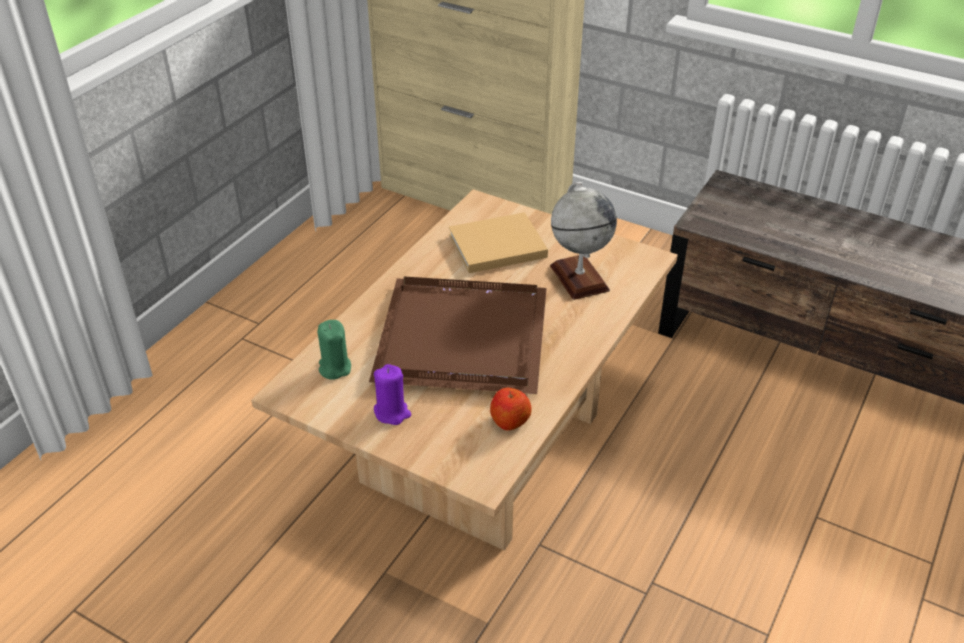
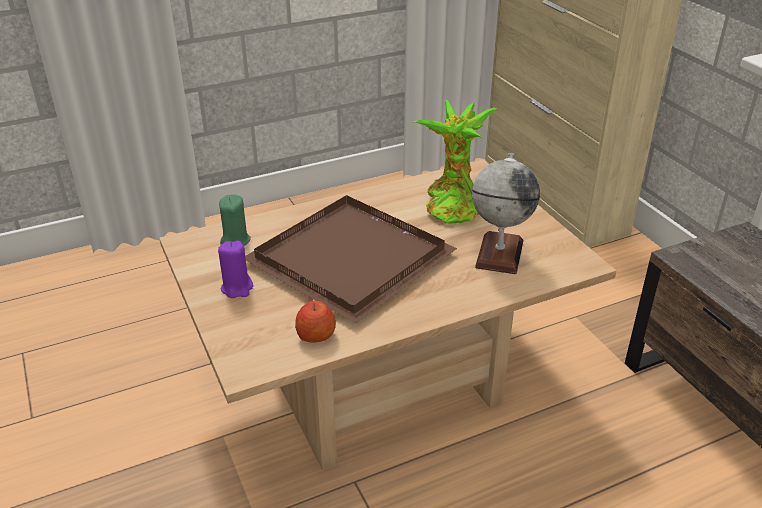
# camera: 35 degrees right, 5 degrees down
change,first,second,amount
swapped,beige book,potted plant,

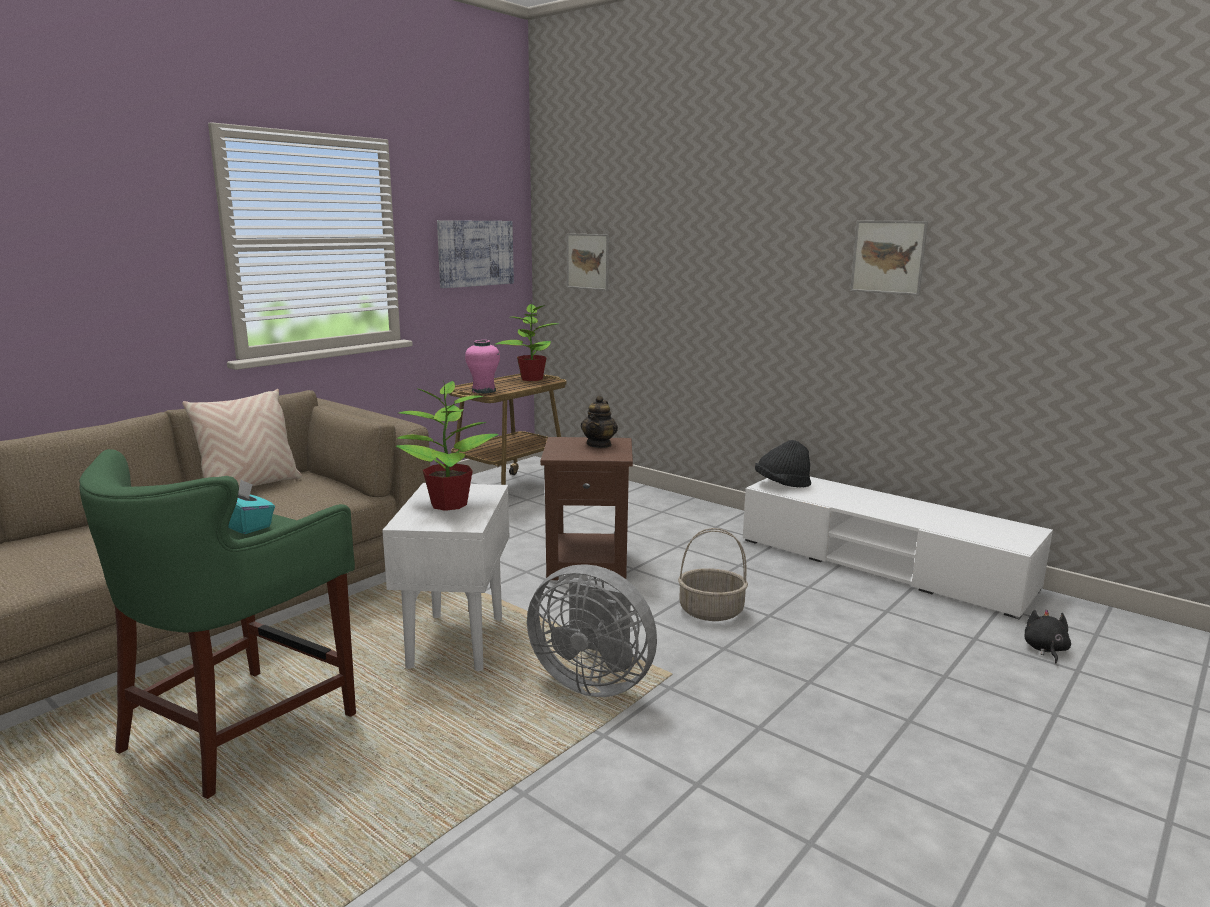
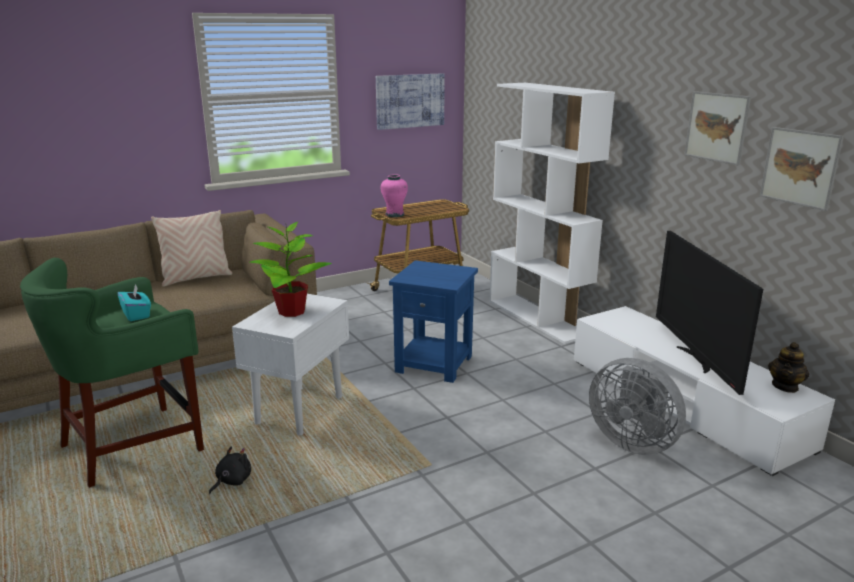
# camera: 20 degrees right, 5 degrees up
change,first,second,amount
shifted,picture (no. 2 from left in the first image),picture (no. 3 from left),
gone,potted plant (no. 2 from left),,
shifted,teapot,,
repainted,brown side table,blue side table,
gone,black hat,,
gone,basket,,
shifted,grey fan,,
shifted,black plush toy,,
new,,white bookcase,
new,,television,

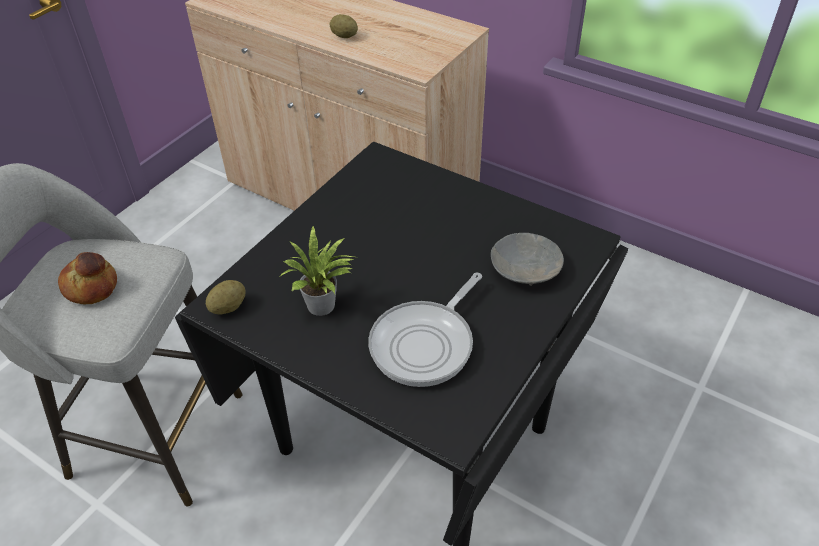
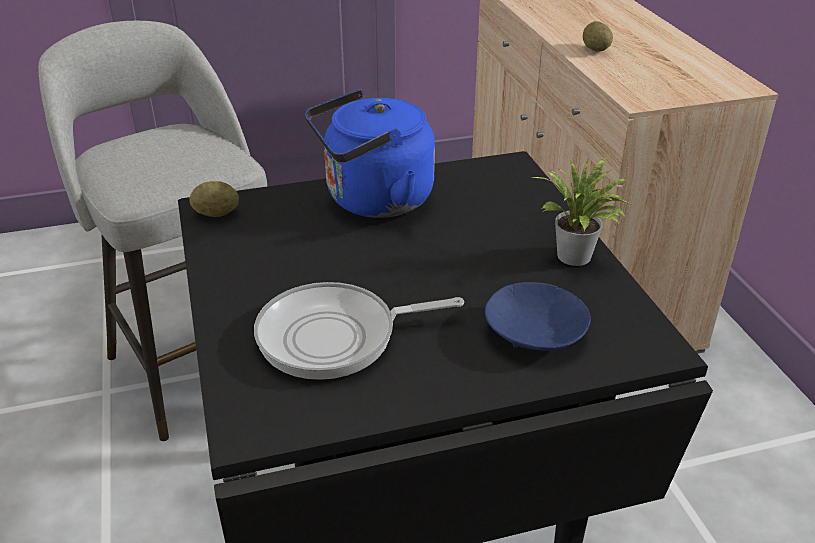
# camera: 40 degrees right, 10 degrees down
change,first,second,amount
shifted,potted plant,,
repainted,grey bowl,blue bowl,
gone,bread,,
new,,blue kettle,

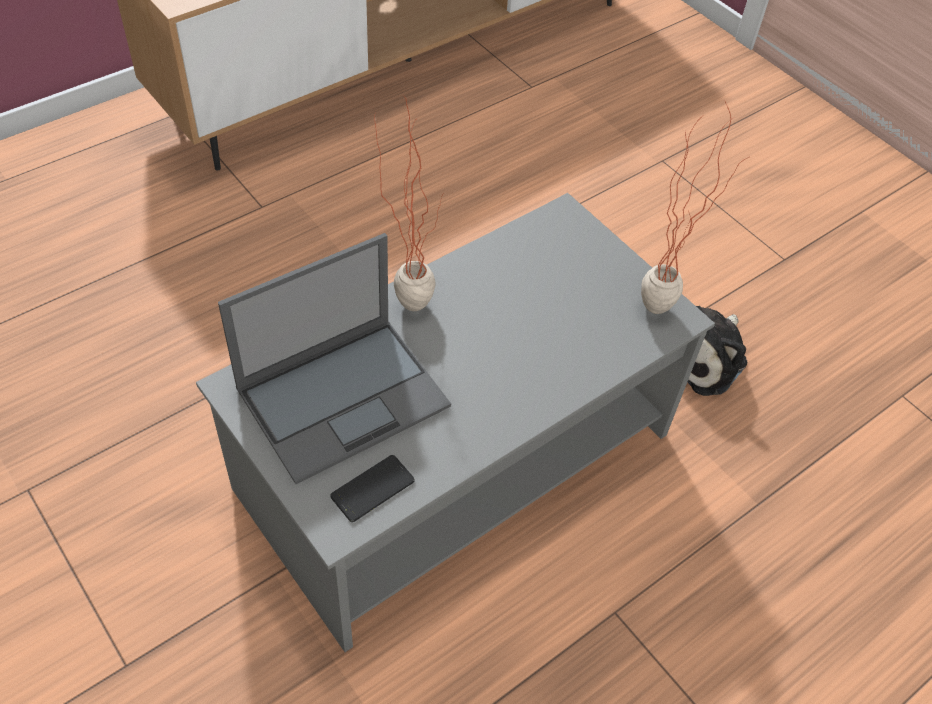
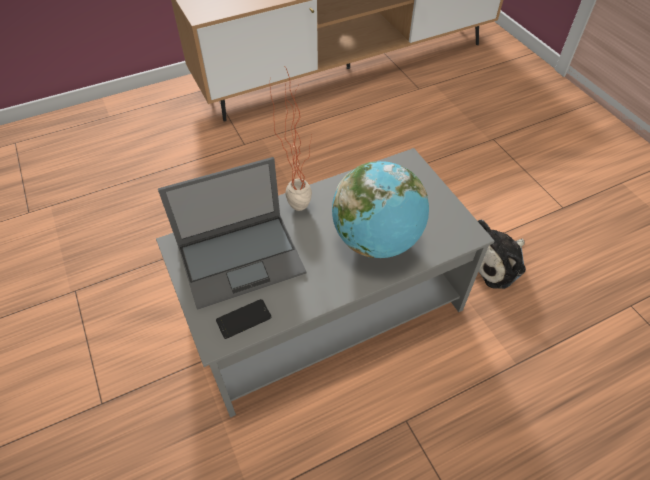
# camera: 15 degrees right, 0 degrees up
change,first,second,amount
gone,potted plant (no. 2 from left),,
new,,globe,

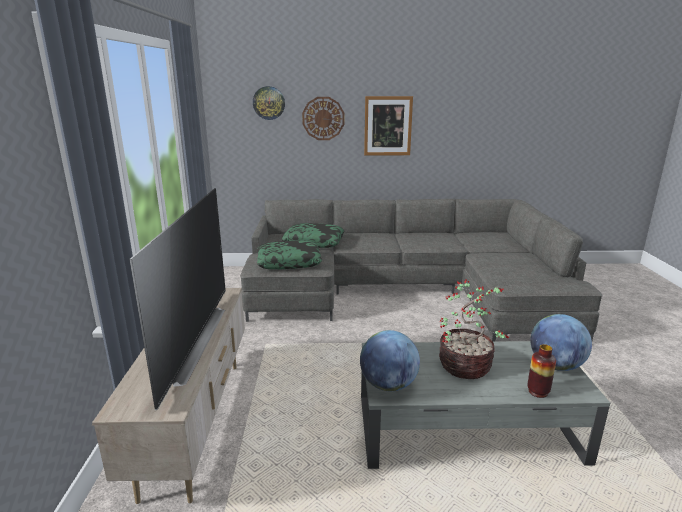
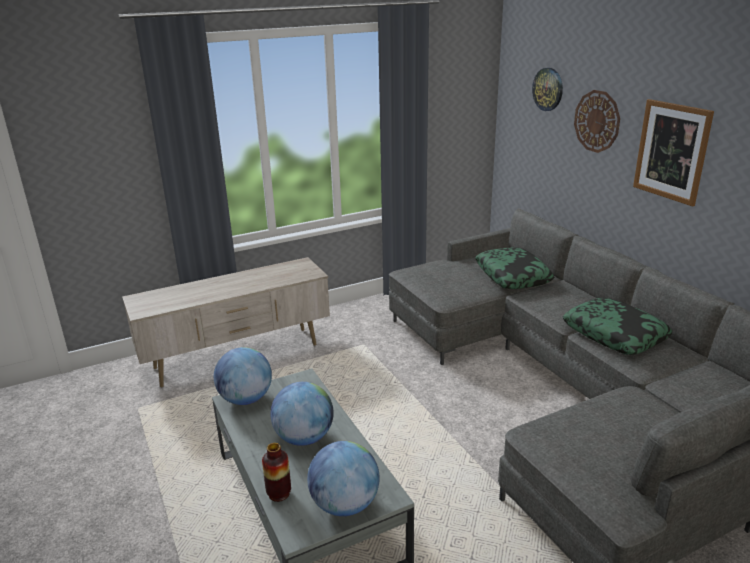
# camera: 65 degrees right, 5 degrees up
change,first,second,amount
gone,television,,
shifted,pillow (no. 1 from left in the first image),pillow (no. 2 from left),
swapped,potted plant,globe (no. 2 from left),

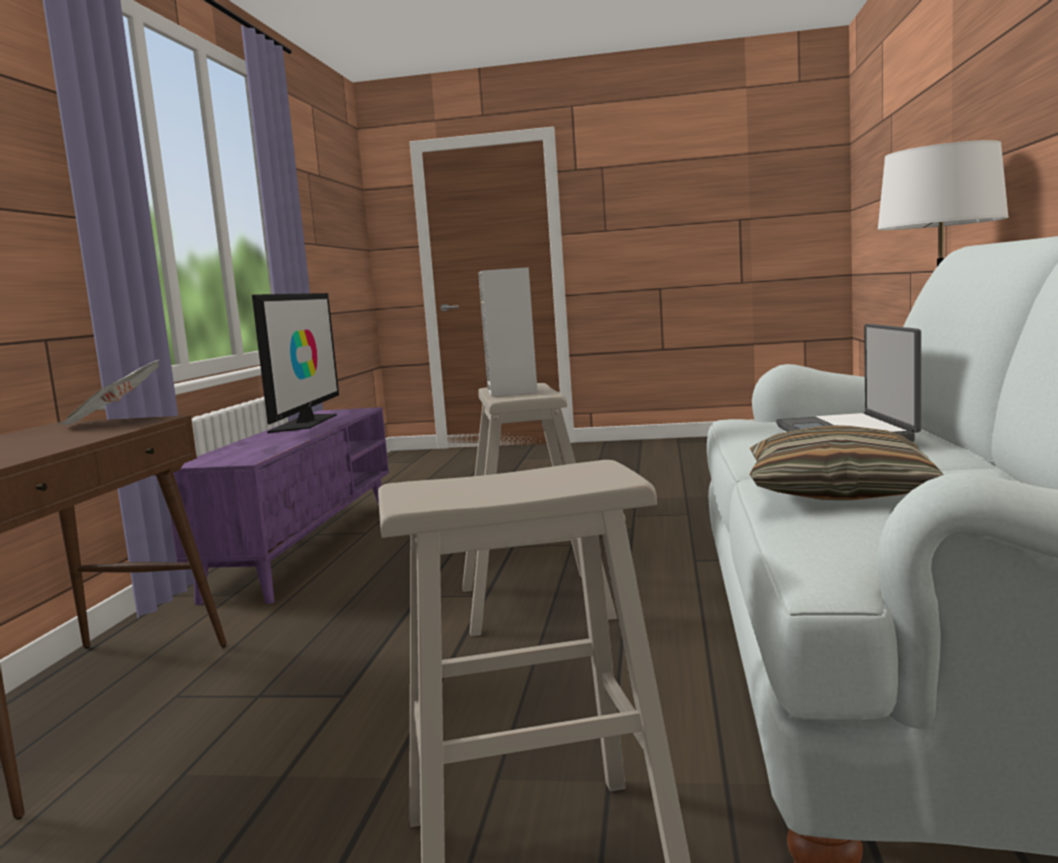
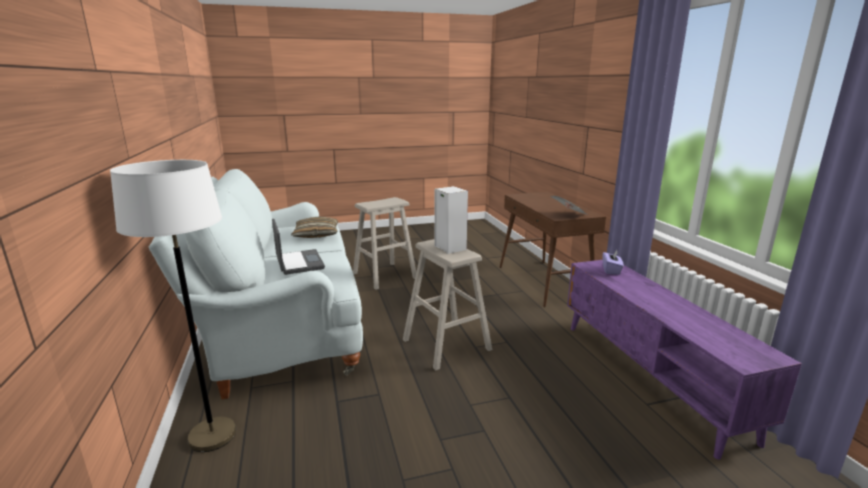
# camera: 155 degrees right, 10 degrees up
change,first,second,amount
gone,television,,
new,,purple tissue box,

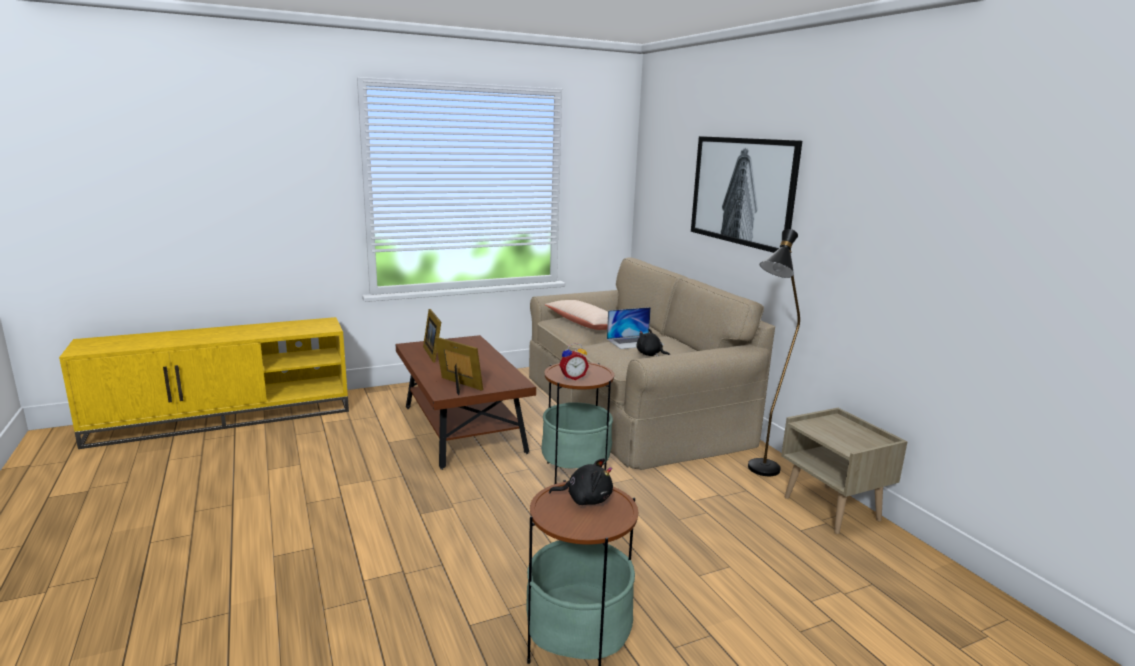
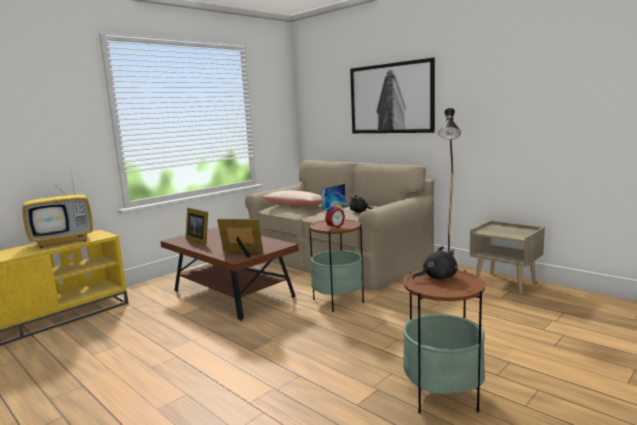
# camera: 20 degrees left, 5 degrees down
change,first,second,amount
new,,television,

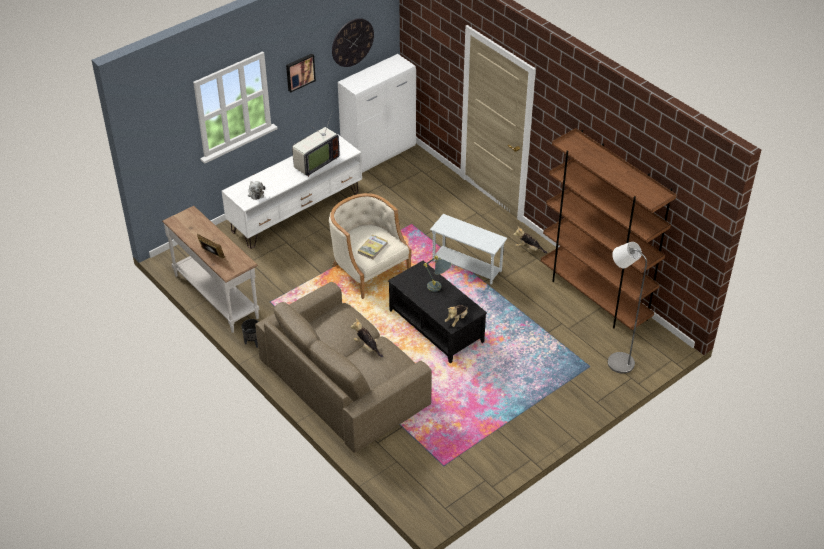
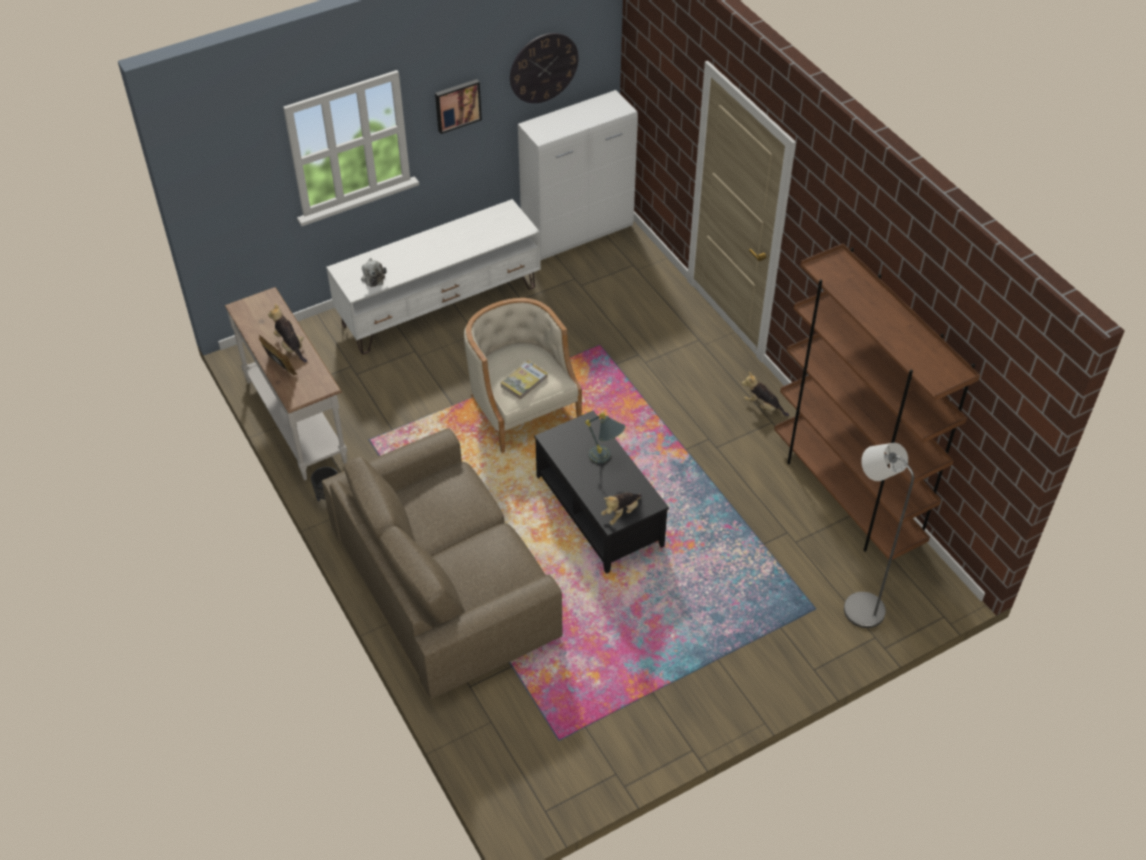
# camera: 10 degrees right, 5 degrees up
change,first,second,amount
gone,television,,
gone,white side table,,
shifted,plush toy (no. 2 from left in the first image),plush toy (no. 1 from left),

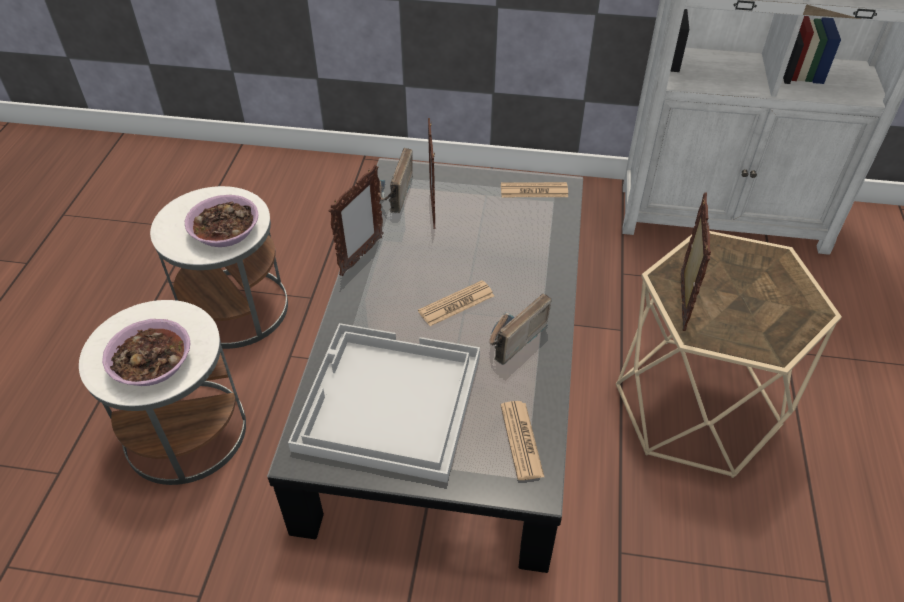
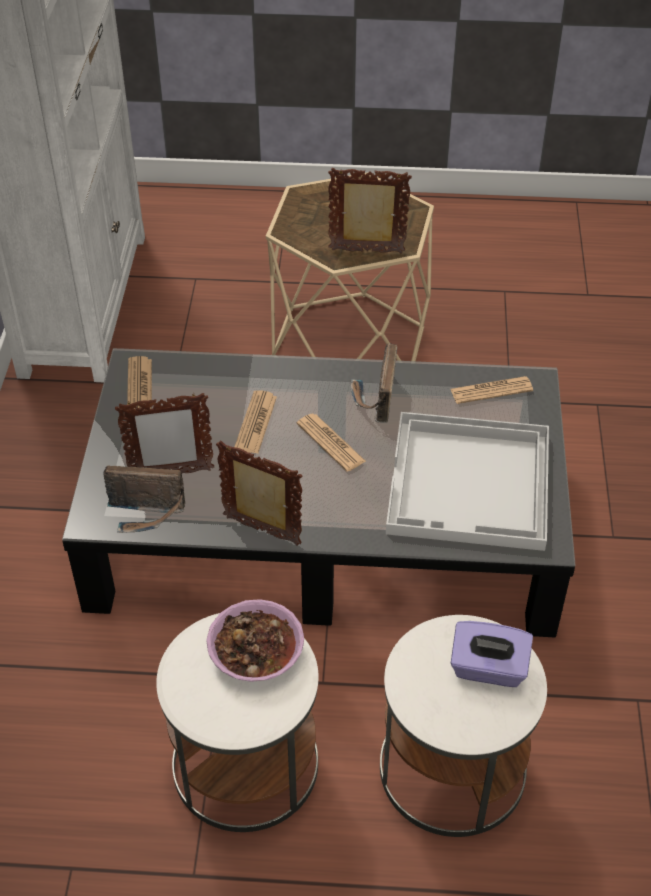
# camera: 95 degrees left, 0 degrees up
change,first,second,amount
rotated,radio (no. 2 from left),,60 degrees clockwise
swapped,bowl (no. 1 from left),purple tissue box,
new,,newspaper (no. 2 from left),

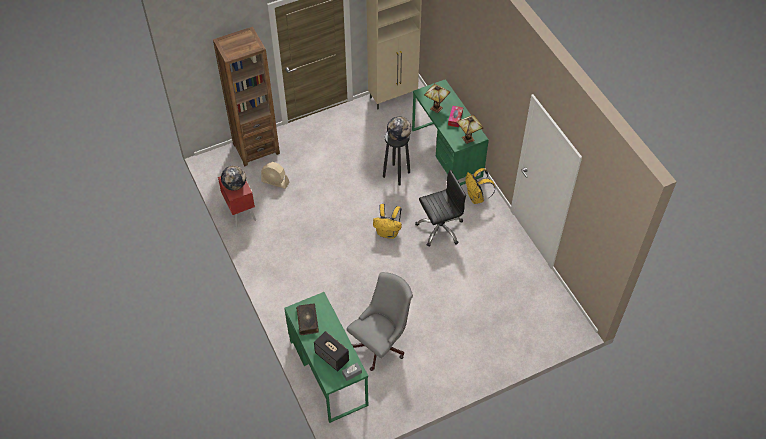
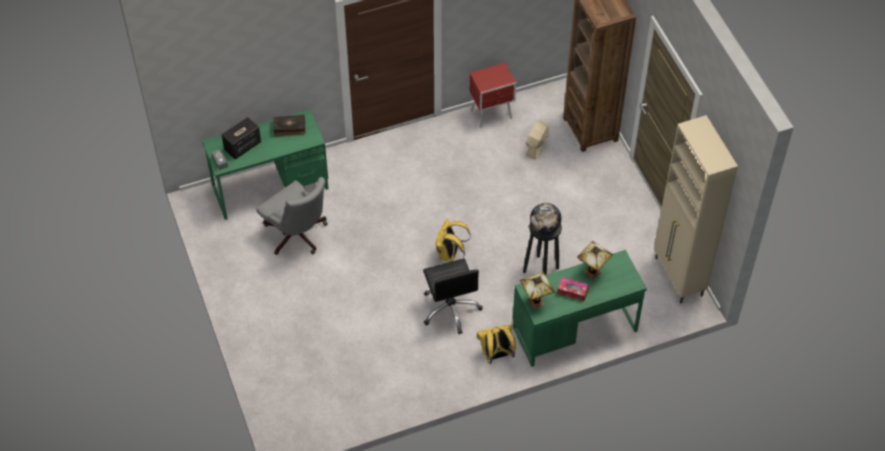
# camera: 95 degrees right, 0 degrees up
change,first,second,amount
gone,globe (no. 1 from left),,

